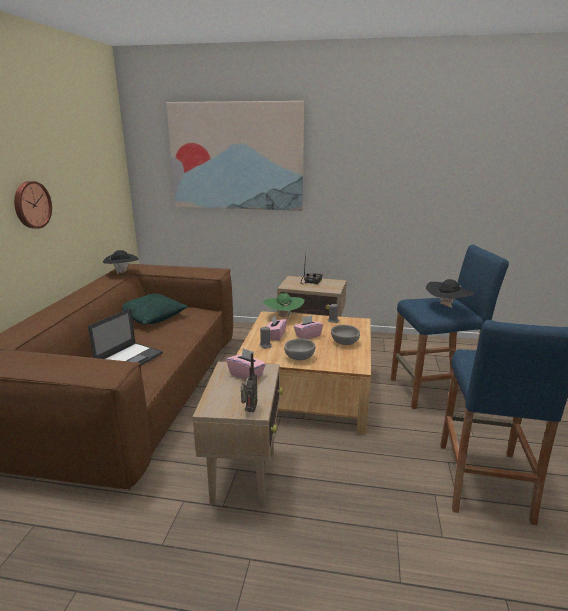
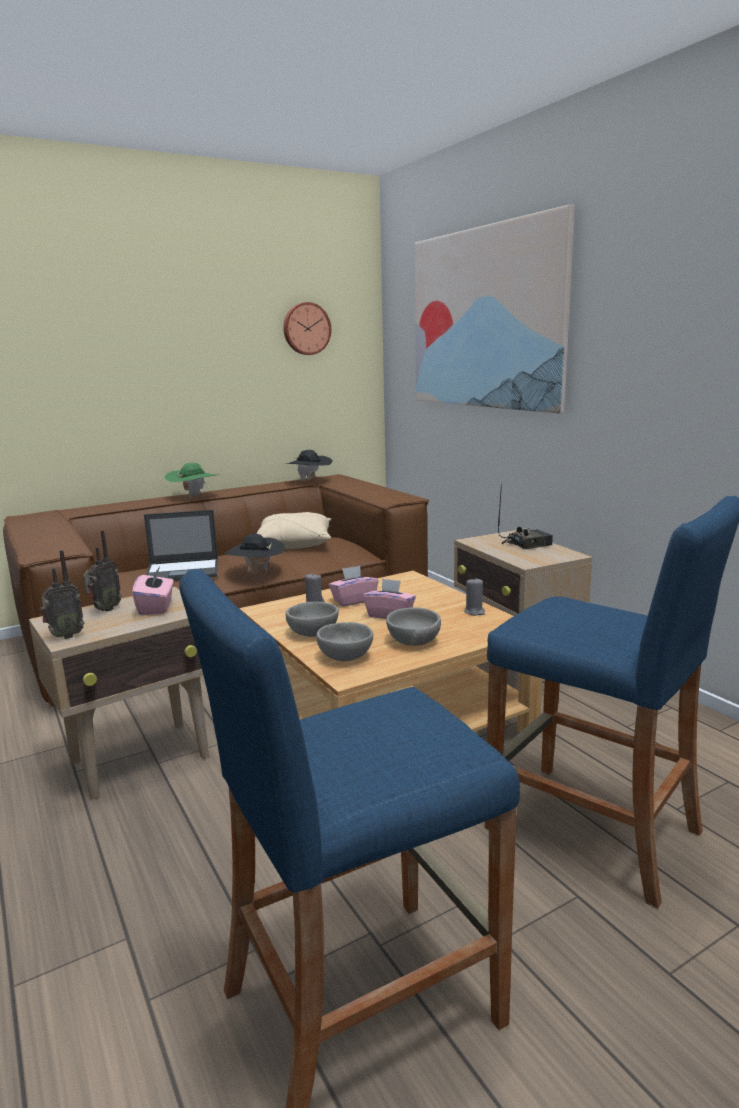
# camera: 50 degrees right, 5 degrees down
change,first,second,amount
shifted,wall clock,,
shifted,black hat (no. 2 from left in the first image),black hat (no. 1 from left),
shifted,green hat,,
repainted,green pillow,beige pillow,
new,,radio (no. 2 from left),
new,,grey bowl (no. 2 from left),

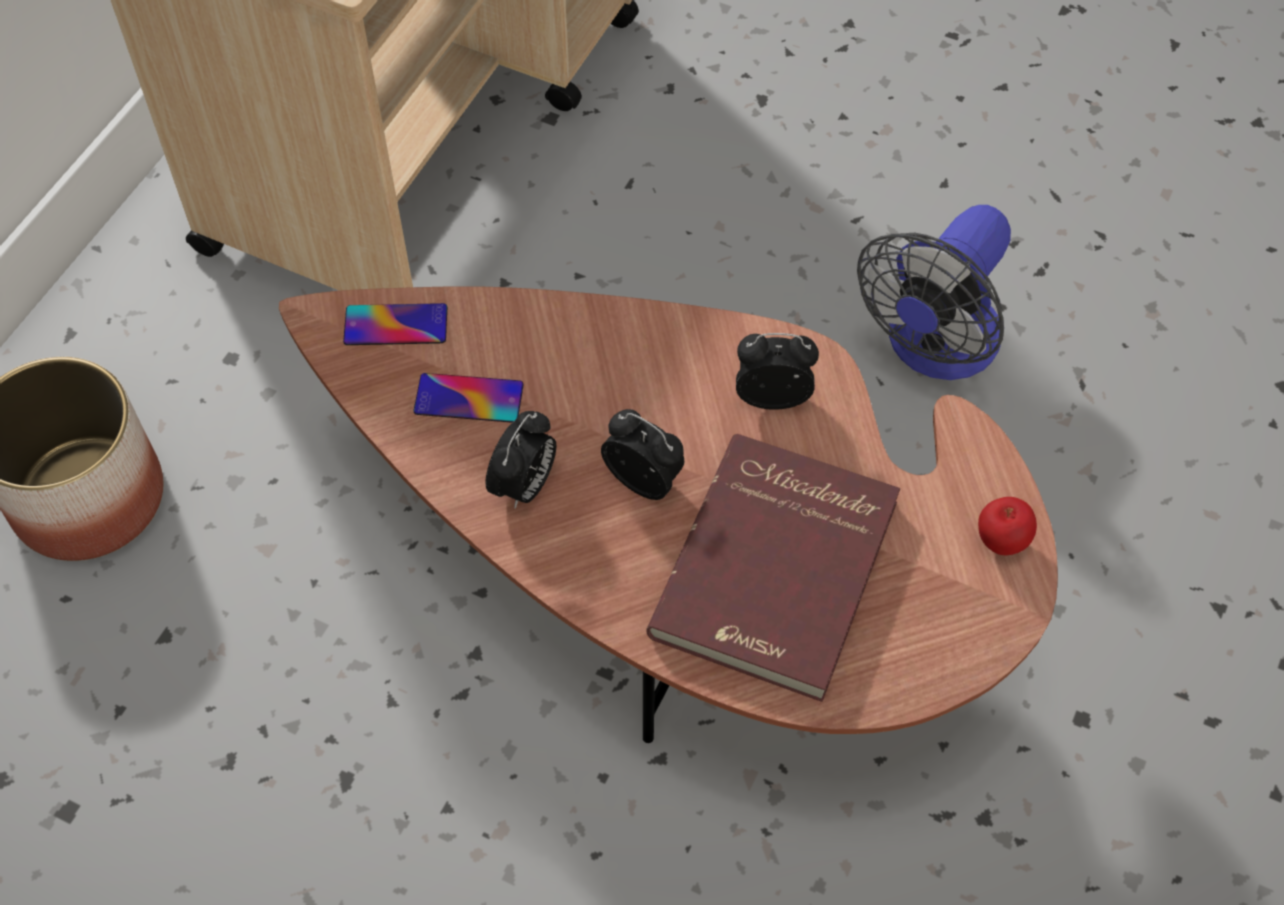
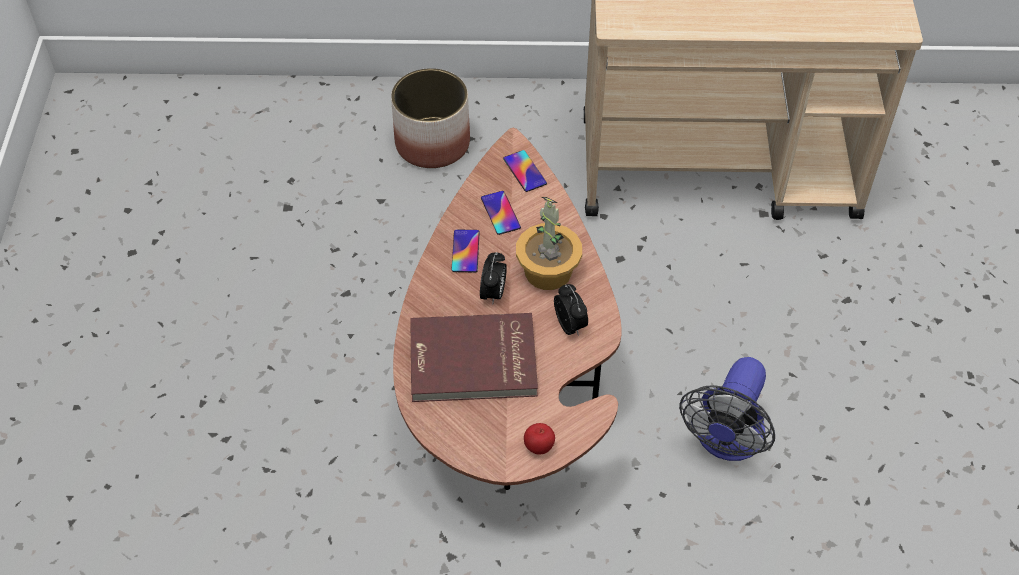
# camera: 65 degrees right, 5 degrees down
change,first,second,amount
rotated,fan,,75 degrees counterclockwise
swapped,alarm clock (no. 1 from left),phone (no. 1 from left),
new,,potted plant,

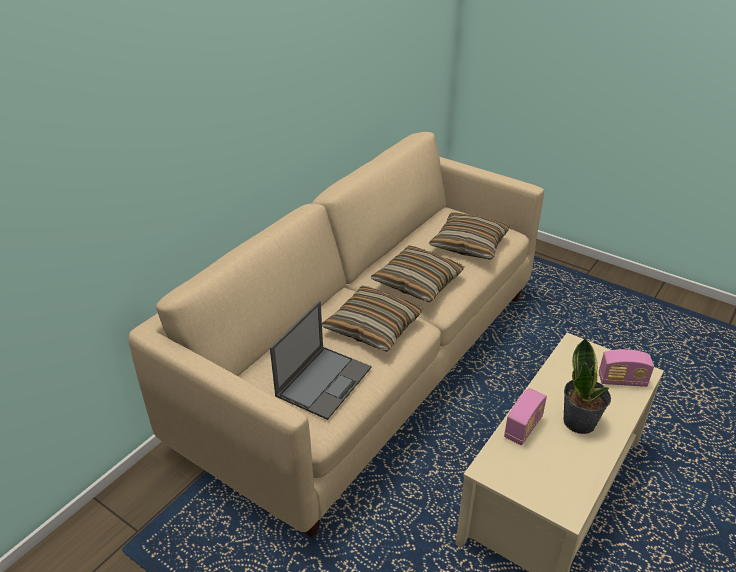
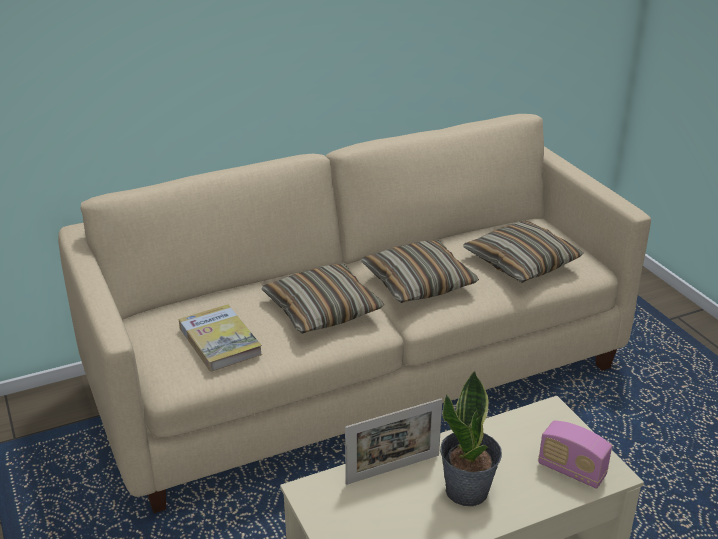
# camera: 30 degrees right, 5 degrees down
change,first,second,amount
swapped,laptop,book,
swapped,radio (no. 1 from left),picture frame,

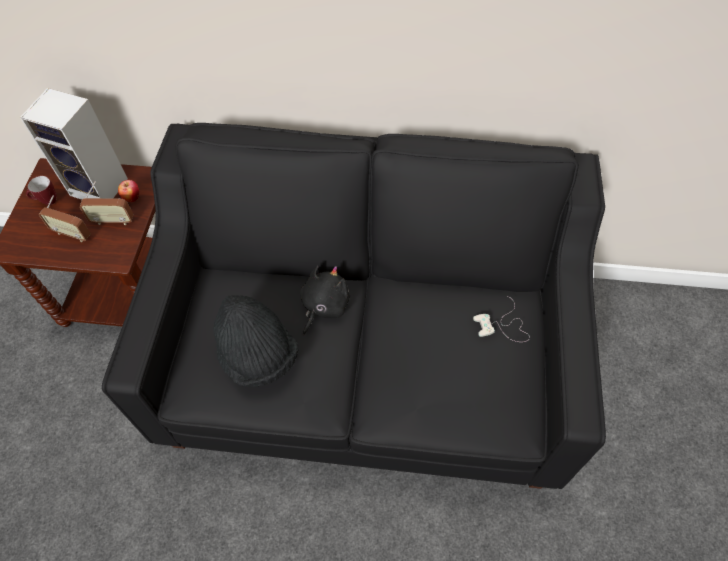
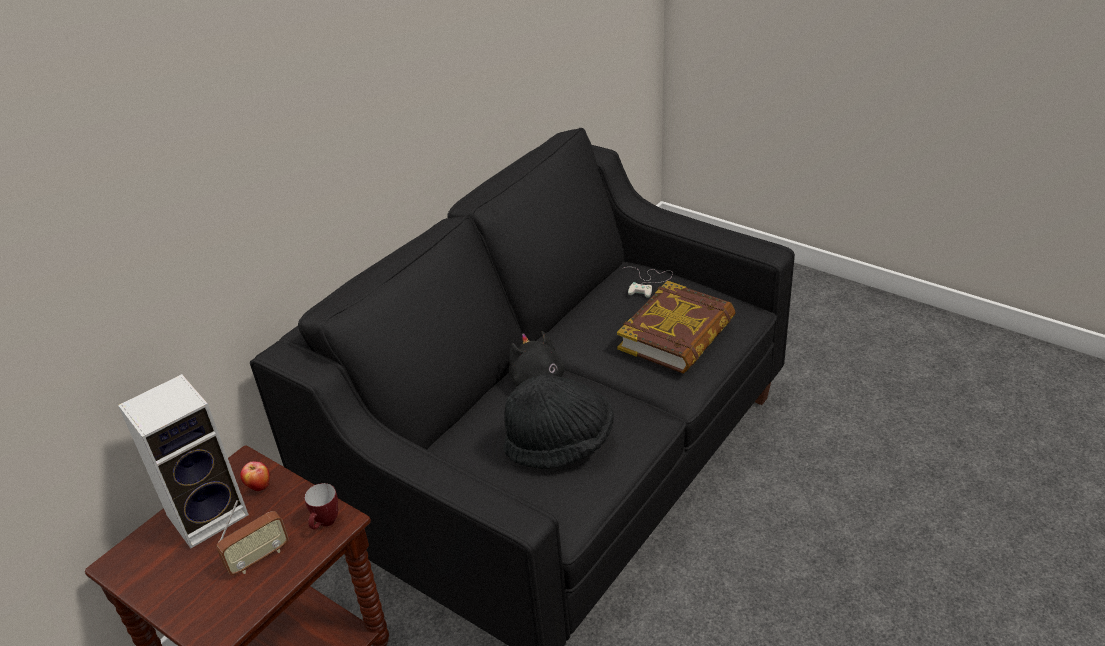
# camera: 60 degrees left, 20 degrees down
change,first,second,amount
shifted,mug,,
gone,radio (no. 2 from left),,
new,,book,

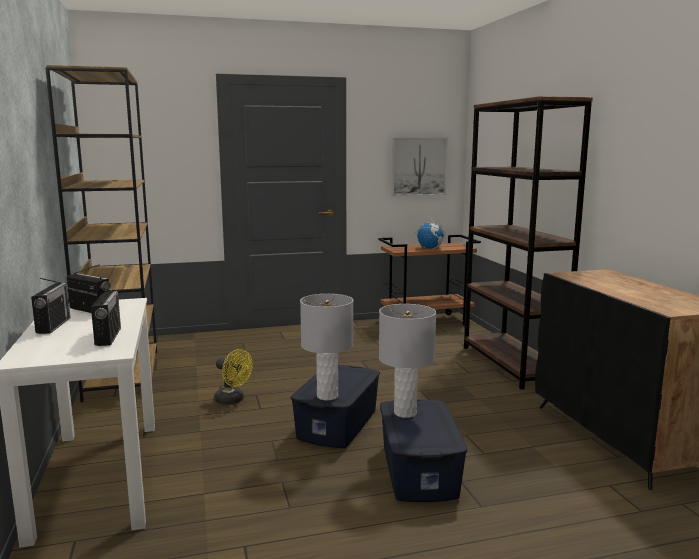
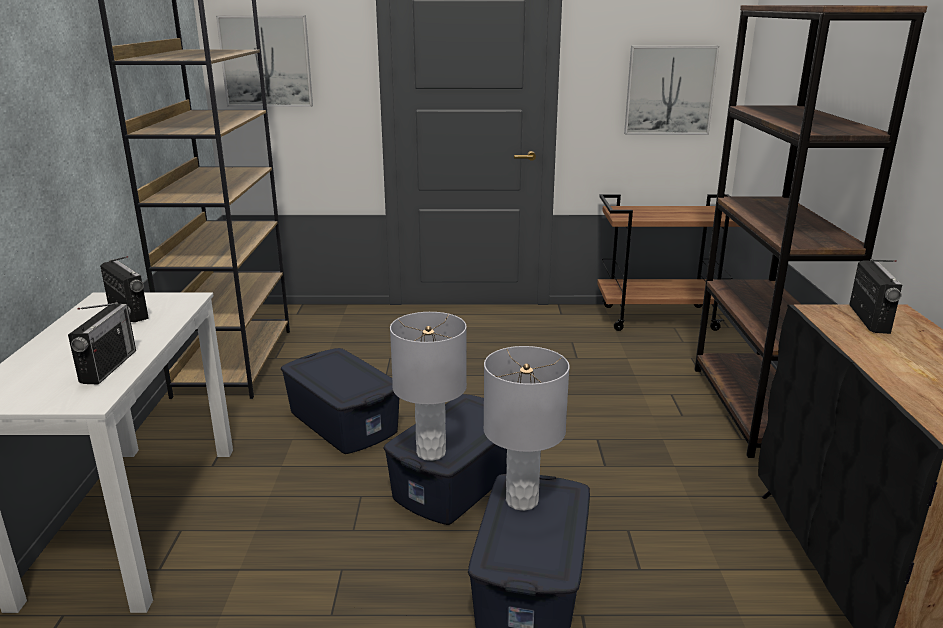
# camera: 15 degrees right, 10 degrees up
change,first,second,amount
gone,globe,,
shifted,radio (no. 1 from left in the first image),radio (no. 3 from left),
swapped,yellow fan,blue storage box (no. 1 from left),
new,,picture (no. 1 from left),

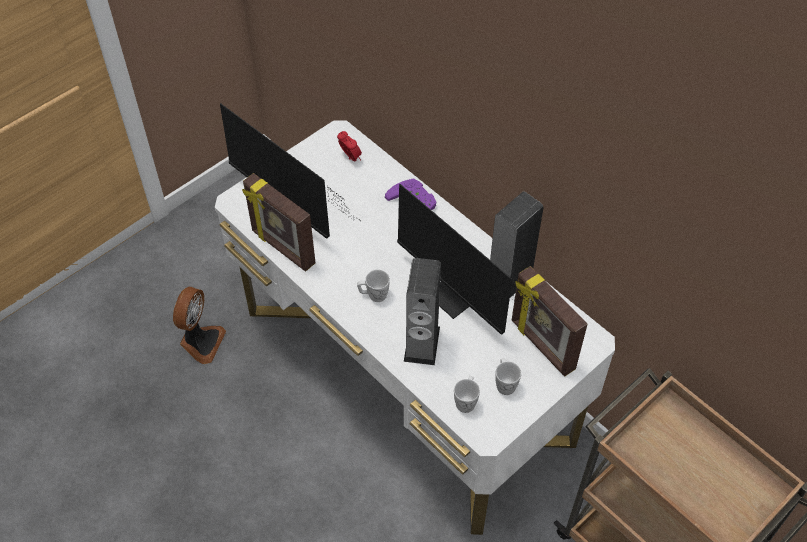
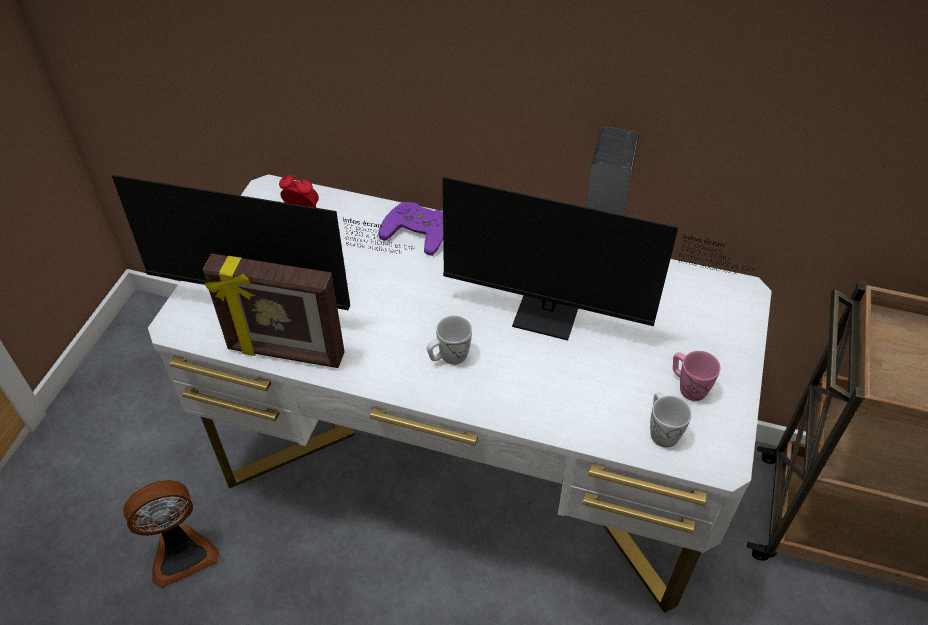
# camera: 30 degrees left, 5 degrees down
change,first,second,amount
gone,speaker (no. 1 from left),,
gone,picture frame (no. 2 from left),,
rotated,fan,,75 degrees clockwise
repainted,white mug (no. 3 from left),pink mug,

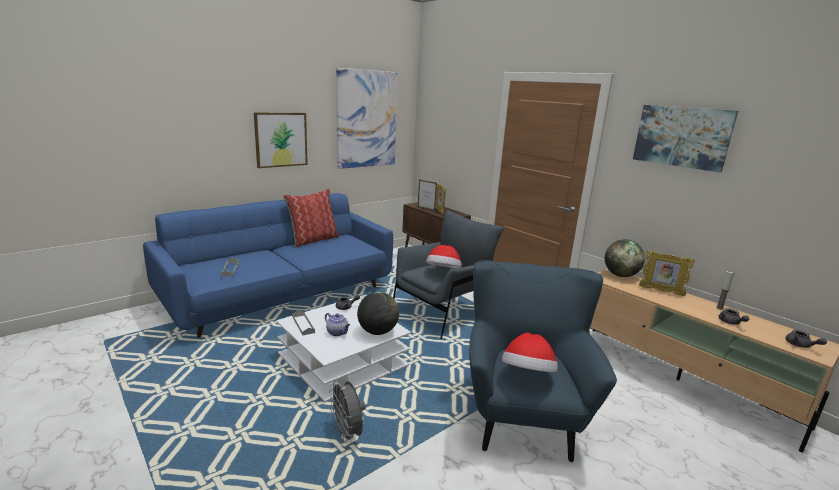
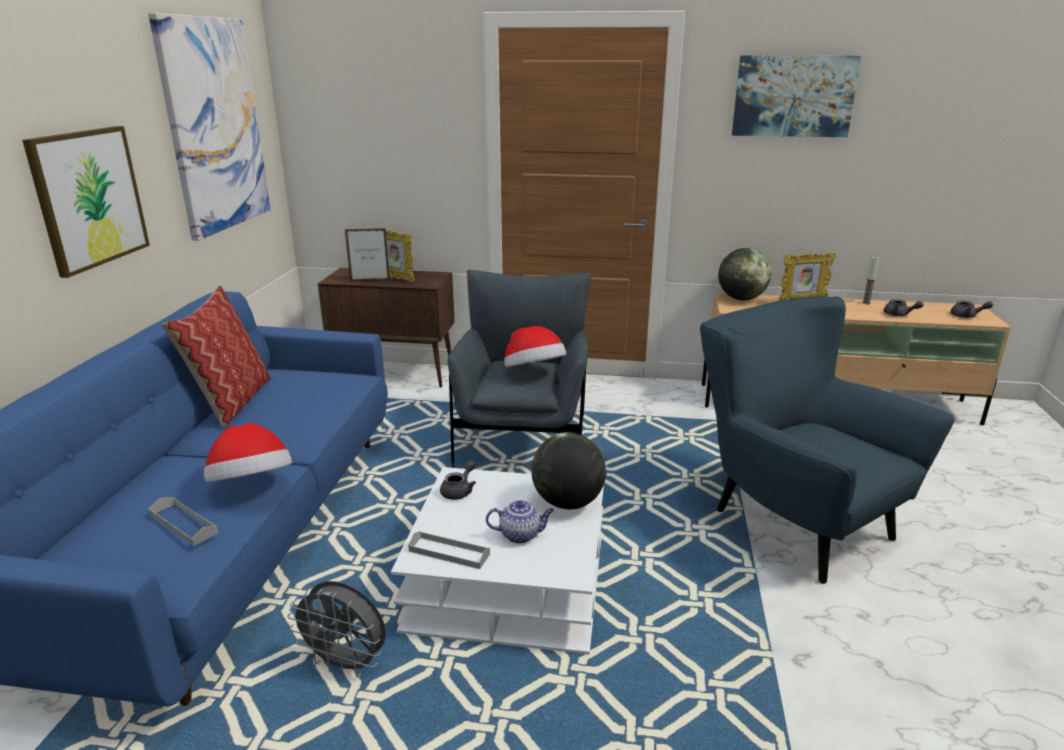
# camera: 40 degrees left, 5 degrees up
change,first,second,amount
shifted,hat (no. 2 from left in the first image),hat (no. 1 from left),
shifted,grey fan,,

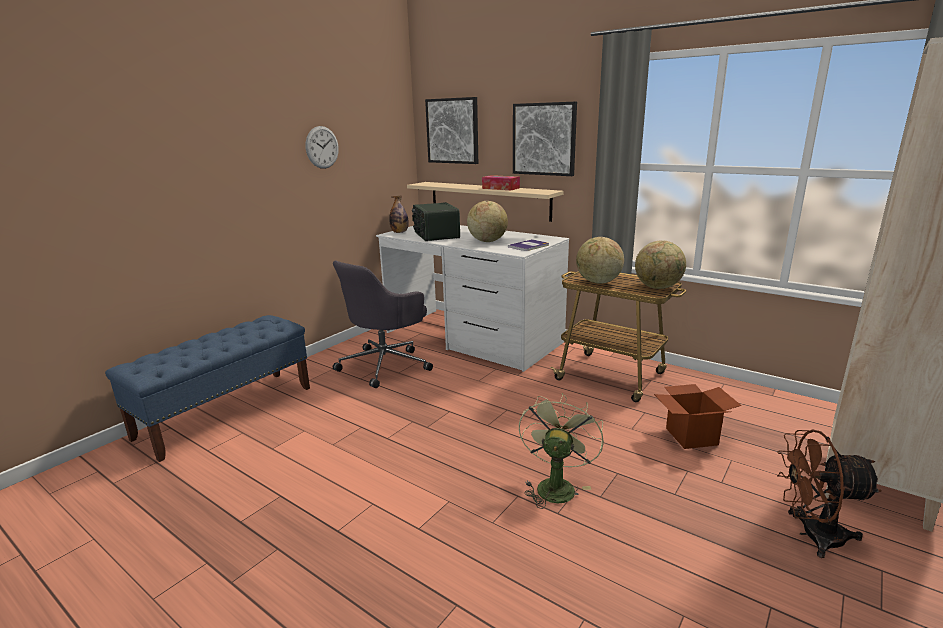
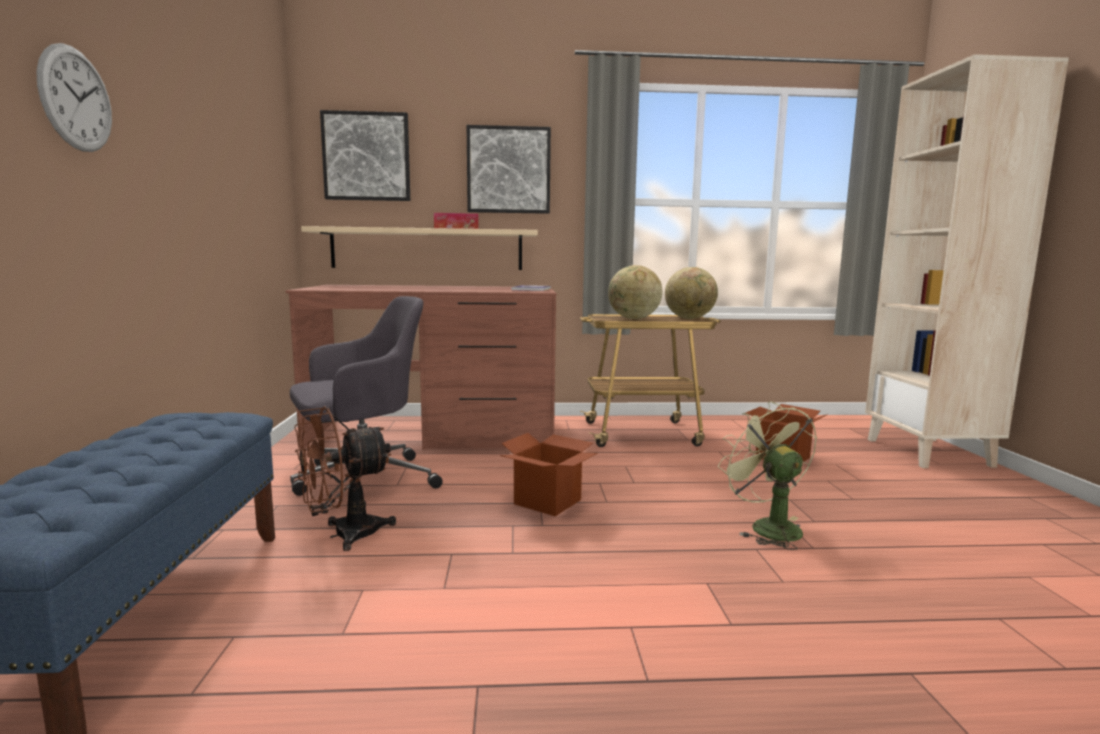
# camera: 40 degrees left, 10 degrees down
change,first,second,amount
shifted,wall clock,,
gone,bottle,,
gone,globe (no. 1 from left),,
gone,radio,,
repainted,white desk,brown desk,
rotated,grey office chair,,120 degrees counterclockwise
shifted,brown fan,,
new,,cardboard box (no. 1 from left),

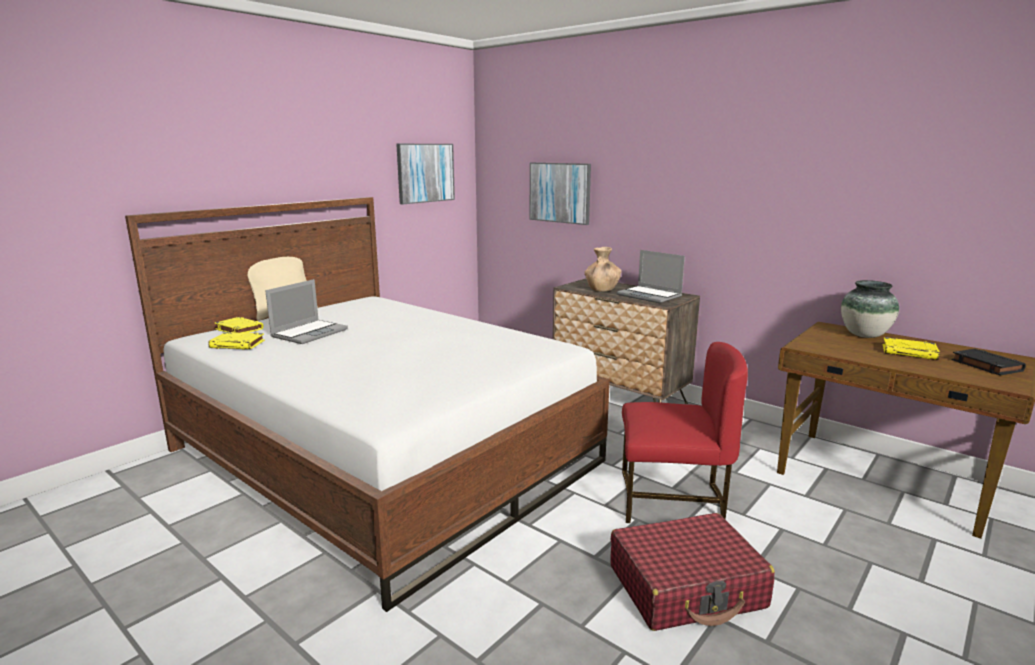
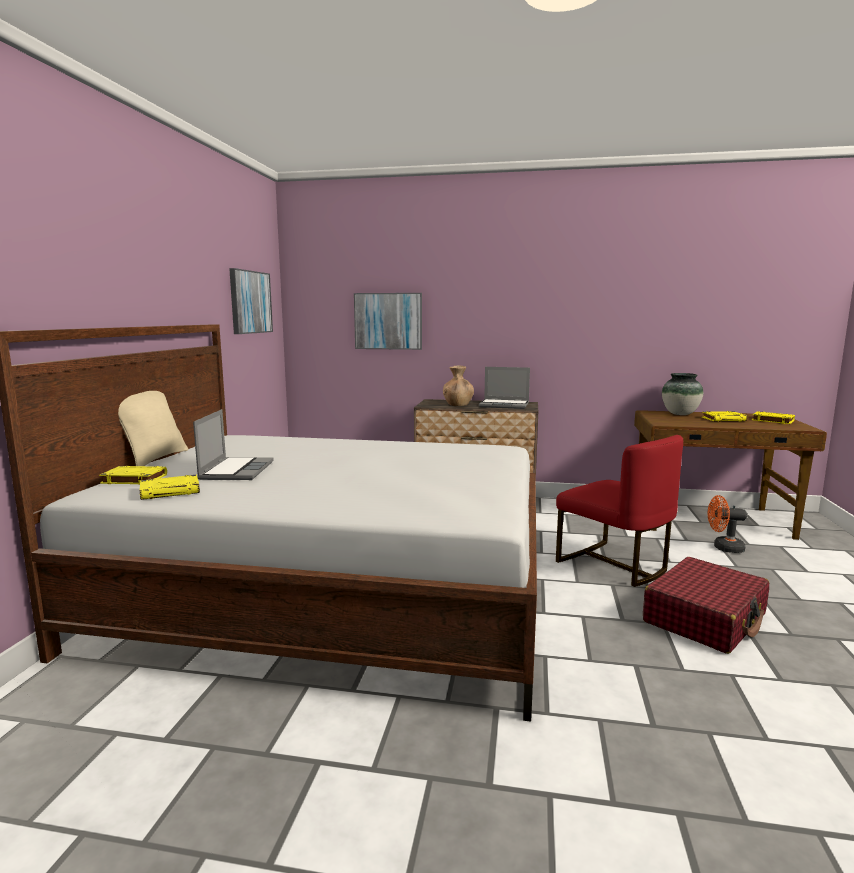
# camera: 30 degrees left, 5 degrees down
change,first,second,amount
rotated,red chair,,75 degrees clockwise
repainted,black book,yellow book (no. 4 from left),
new,,orange fan,

